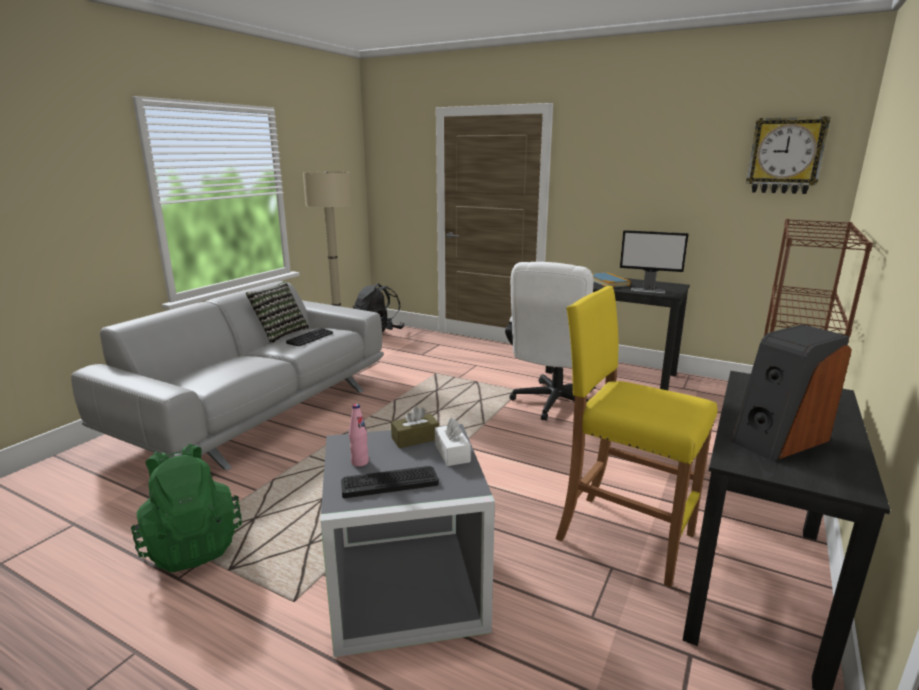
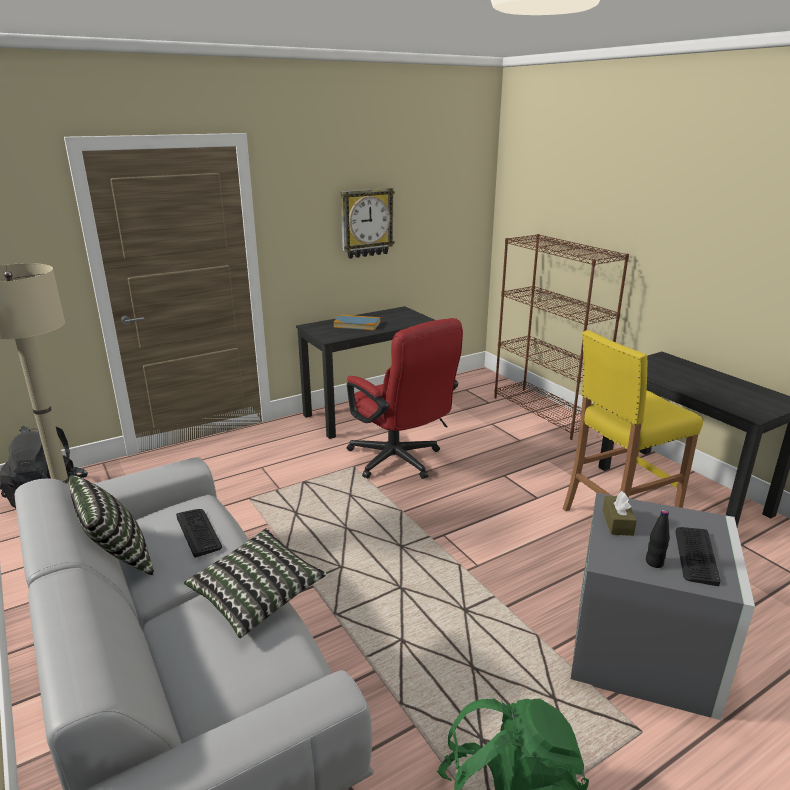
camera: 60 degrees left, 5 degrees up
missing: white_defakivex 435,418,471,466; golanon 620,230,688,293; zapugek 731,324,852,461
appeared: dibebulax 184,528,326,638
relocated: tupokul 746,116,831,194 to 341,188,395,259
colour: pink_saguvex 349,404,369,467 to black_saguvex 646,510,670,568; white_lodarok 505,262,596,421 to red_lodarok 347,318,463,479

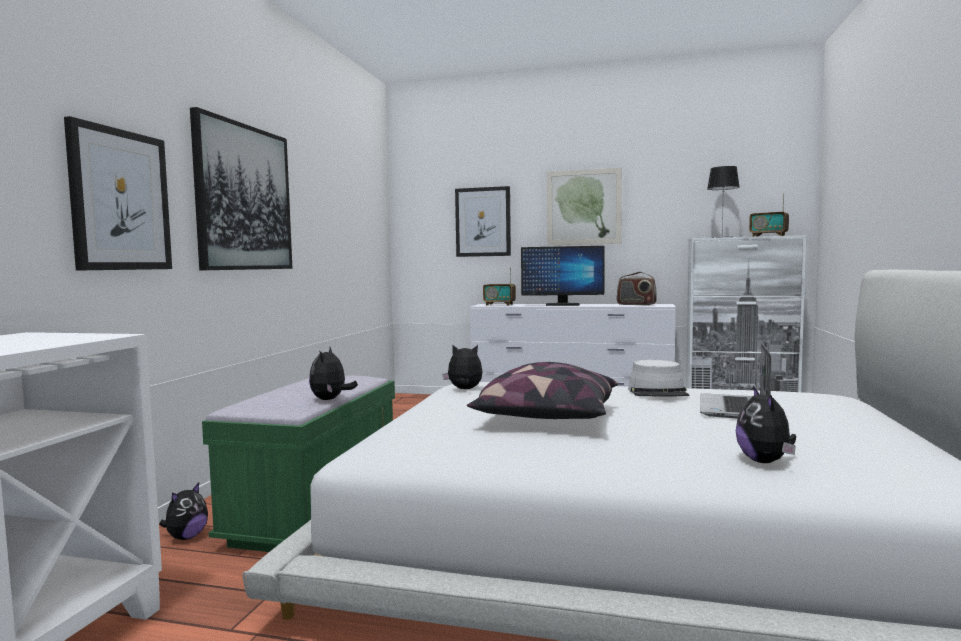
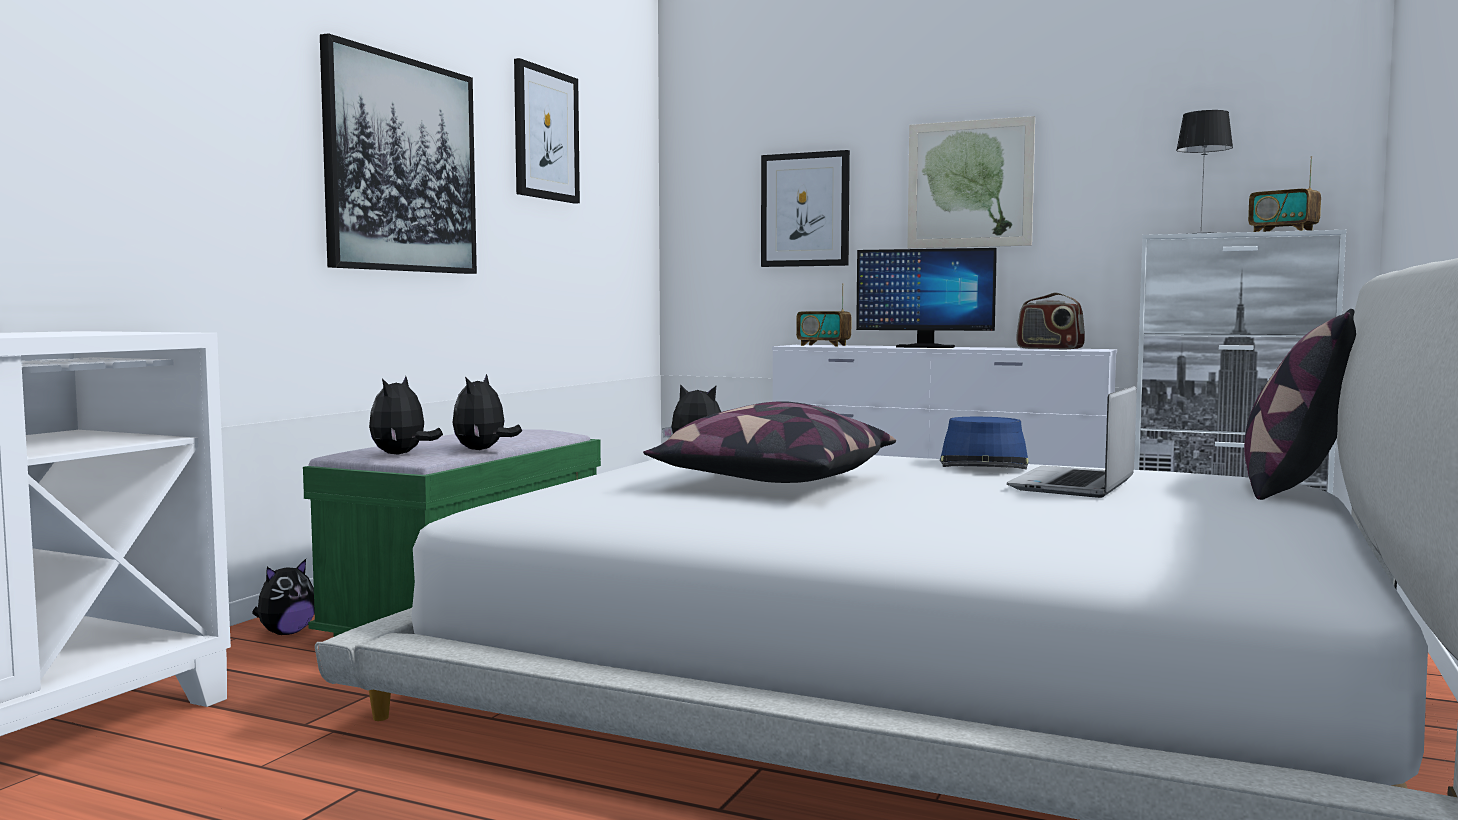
camera: 10 degrees right, 0 degrees up
appeared: dibebulax 1244,309,1356,500
relocated: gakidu 64,116,172,271 to 514,58,580,204; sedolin 736,386,796,463 to 369,376,443,455
colour: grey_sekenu 628,360,690,397 to blue_sekenu 940,417,1029,469

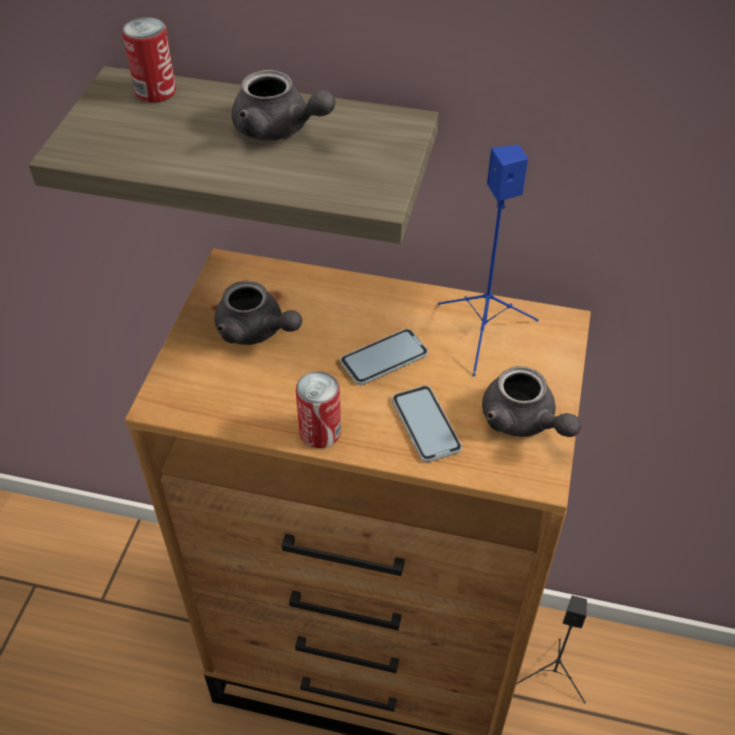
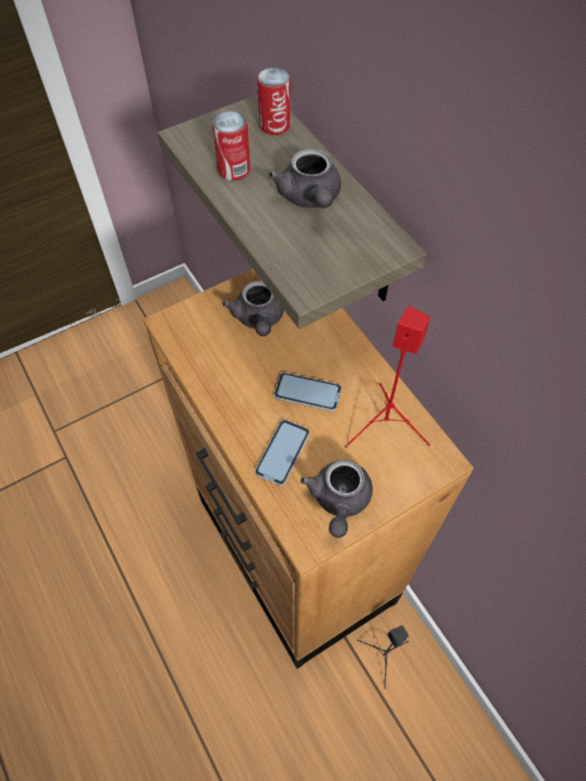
camera: 45 degrees right, 10 degrees up
relocated: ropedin 296,371,341,448 to 212,111,250,181
colour: blue_zapugek 438,145,539,376 to red_zapugek 345,305,430,448

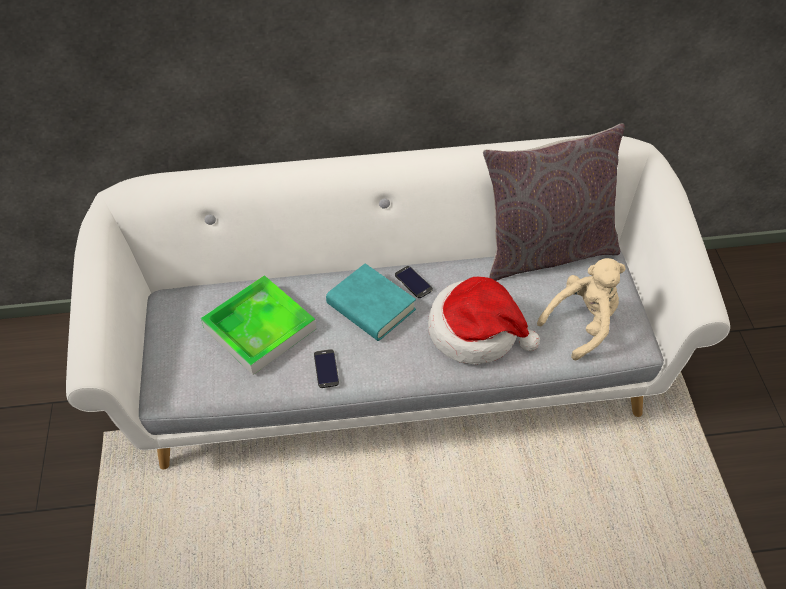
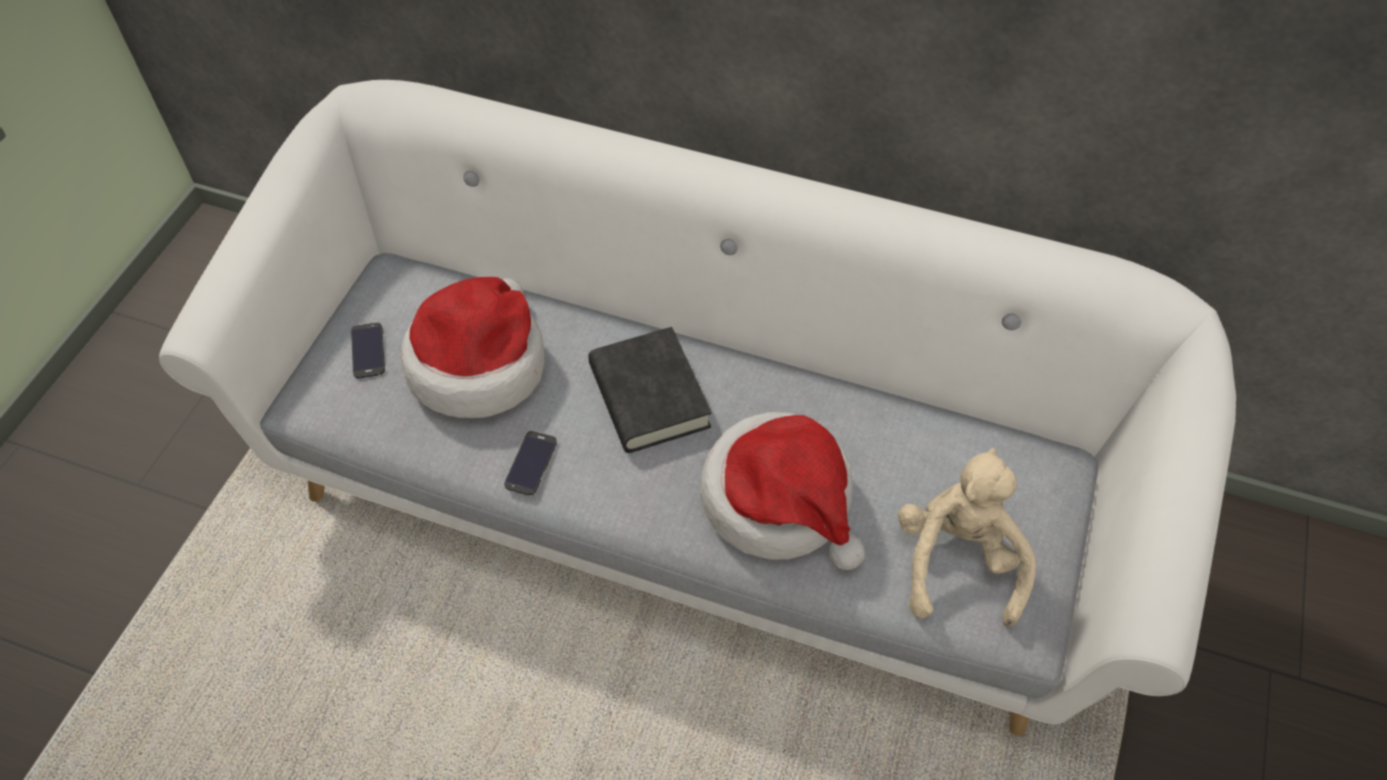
camera: 25 degrees right, 5 degrees up
missing: grey_dibebulax 483,123,625,281
relocated: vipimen 395,266,433,298 to 351,322,385,378
exchanged: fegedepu 201,275,316,375 to sekenu 401,277,545,418
colour: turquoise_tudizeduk 326,263,416,341 to black_tudizeduk 588,327,712,453
spun: beige_sedolin 537,258,626,360 = 898,448,1036,627 75 degrees counterclockwise

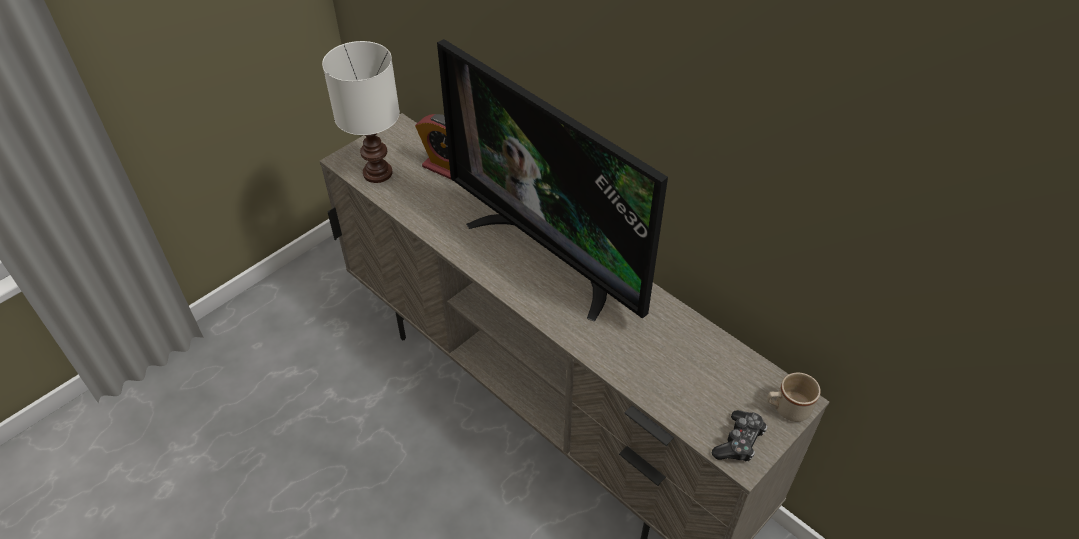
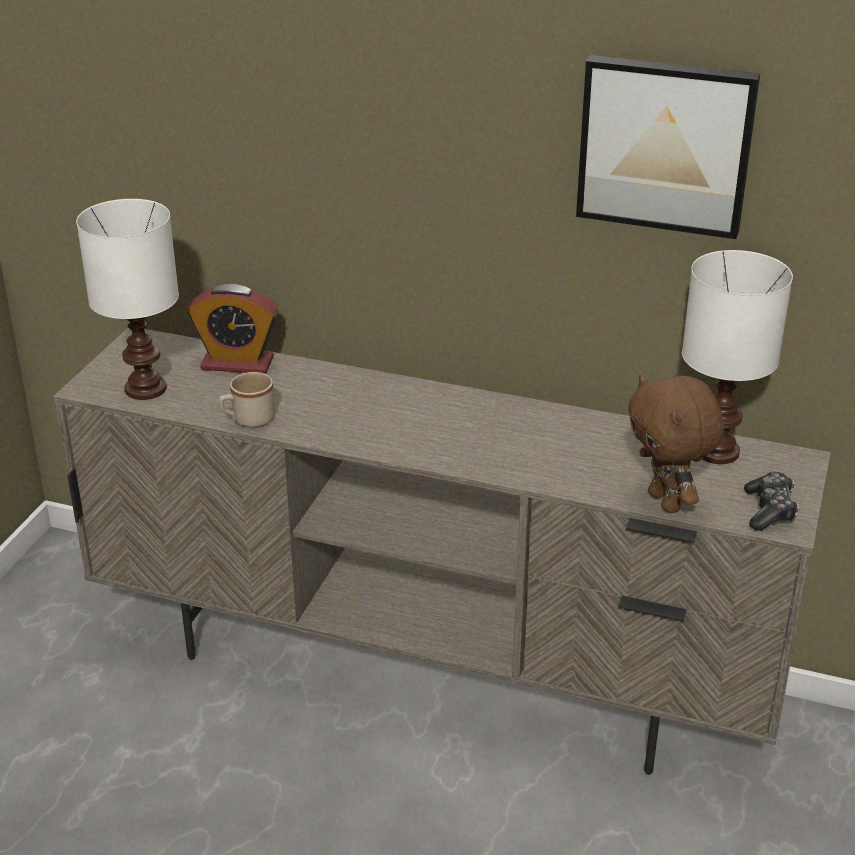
camera: 25 degrees left, 15 degrees down
missing: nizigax 437,39,668,321
appeared: gakidu 576,55,760,239; brown_sedolin 628,375,725,513; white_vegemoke 682,250,793,464
relocated: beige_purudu 767,373,821,422 to 219,372,275,428

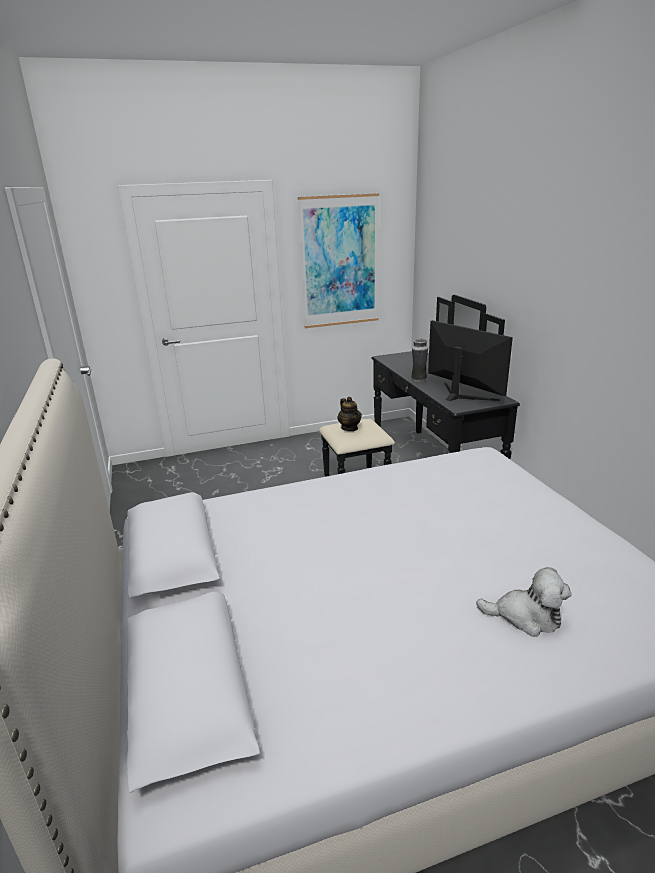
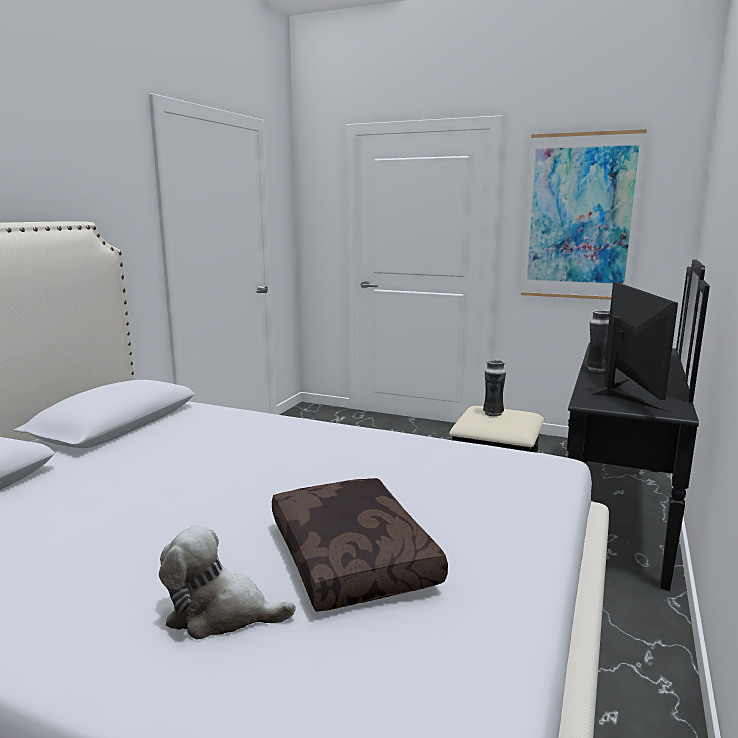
camera: 40 degrees right, 10 degrees down
appeared: brown_dibebulax 272,478,448,612
exchanged: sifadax 337,397,362,431 to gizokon 483,359,506,416
spun: sedolin 476,567,572,637 = 159,526,296,639 135 degrees clockwise

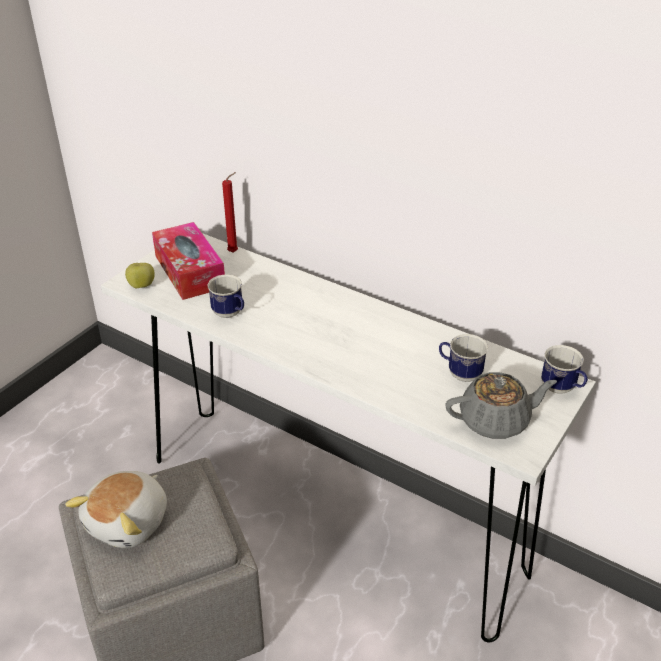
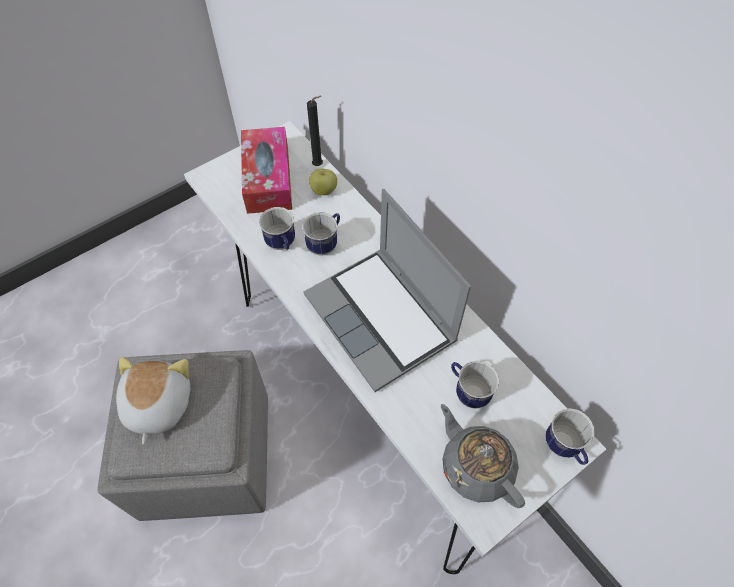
camera: 20 degrees right, 20 degrees up
appeared: purudu 302,212,340,256; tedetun 304,189,471,392
relocated: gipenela 125,263,155,288 to 309,168,337,195
colour: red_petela 222,172,238,253 to black_petela 307,96,323,166
spun: sedolin 65,471,167,548 = 116,357,190,445 135 degrees clockwise; grey_sifadax 446,372,557,439 = 441,404,525,508 135 degrees counterclockwise

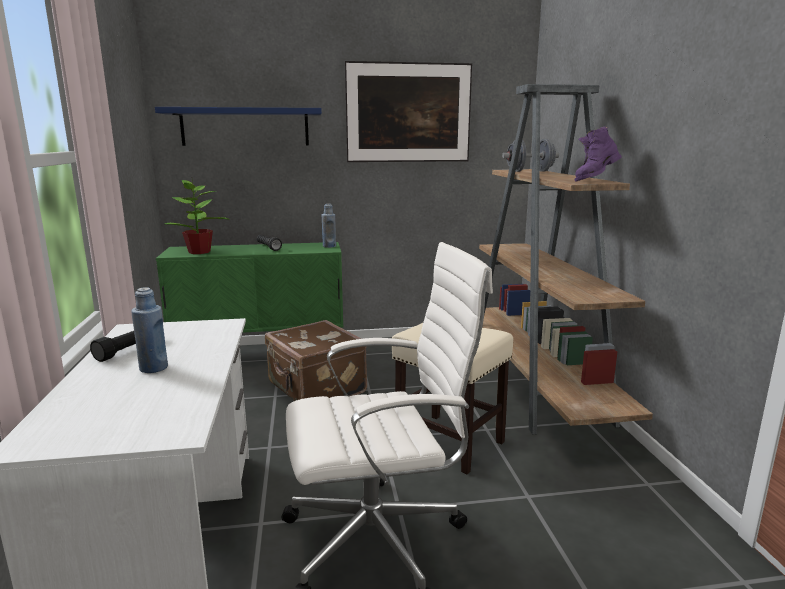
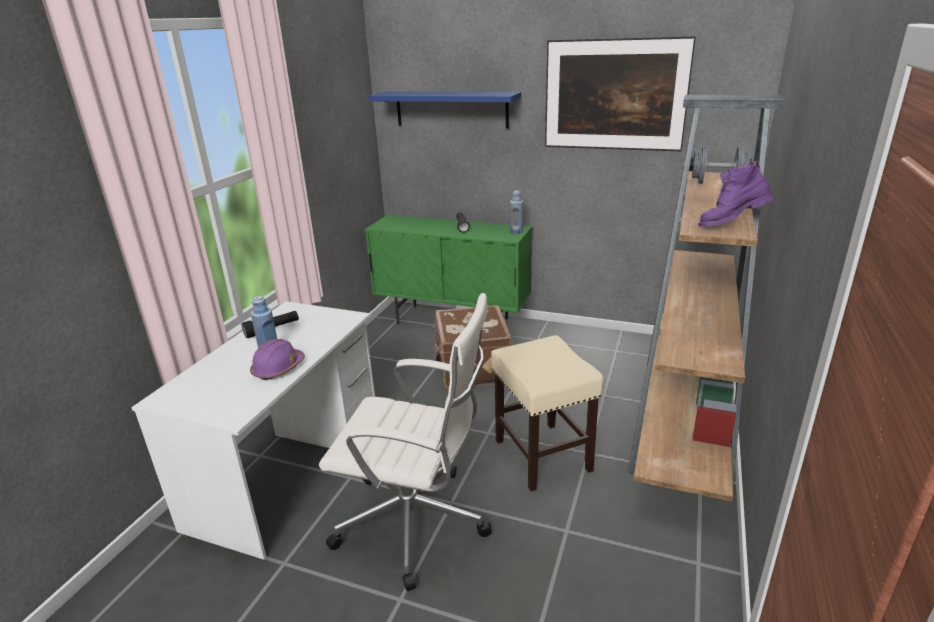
camera: 30 degrees right, 10 degrees up
missing: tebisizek 165,180,228,254
appeared: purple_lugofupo 250,339,305,380

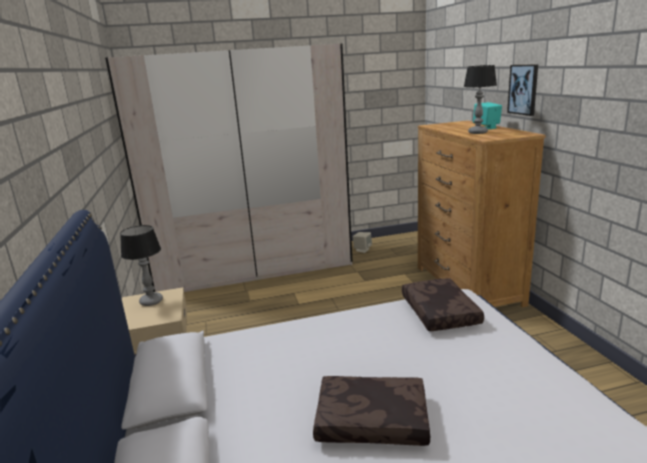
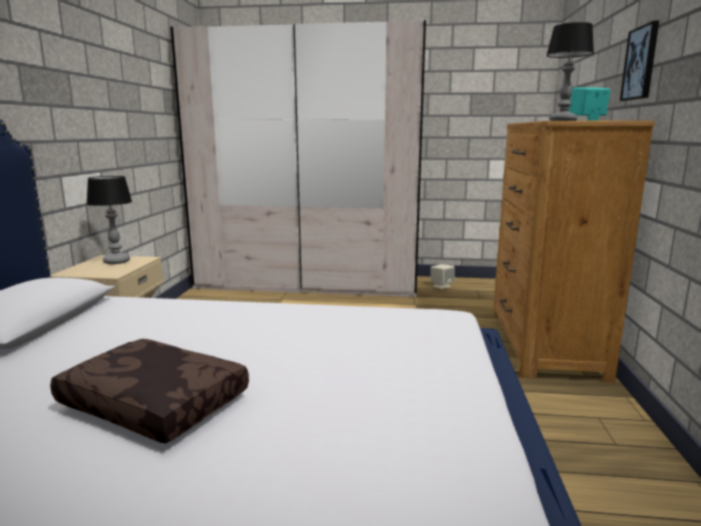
camera: 20 degrees right, 5 degrees down
missing: brown_dibebulax 402,278,484,331

